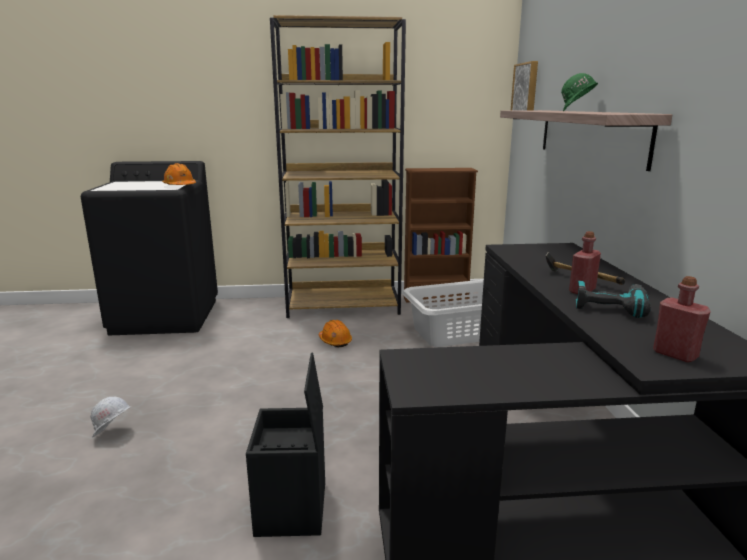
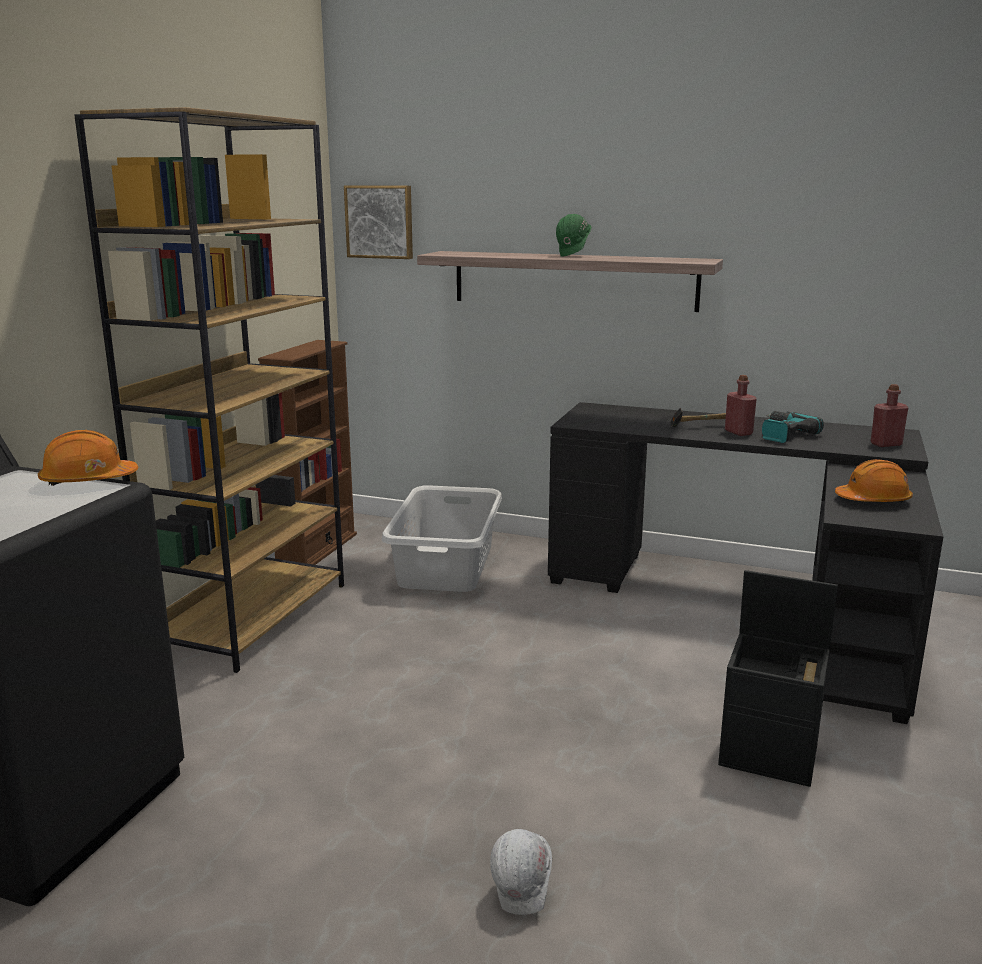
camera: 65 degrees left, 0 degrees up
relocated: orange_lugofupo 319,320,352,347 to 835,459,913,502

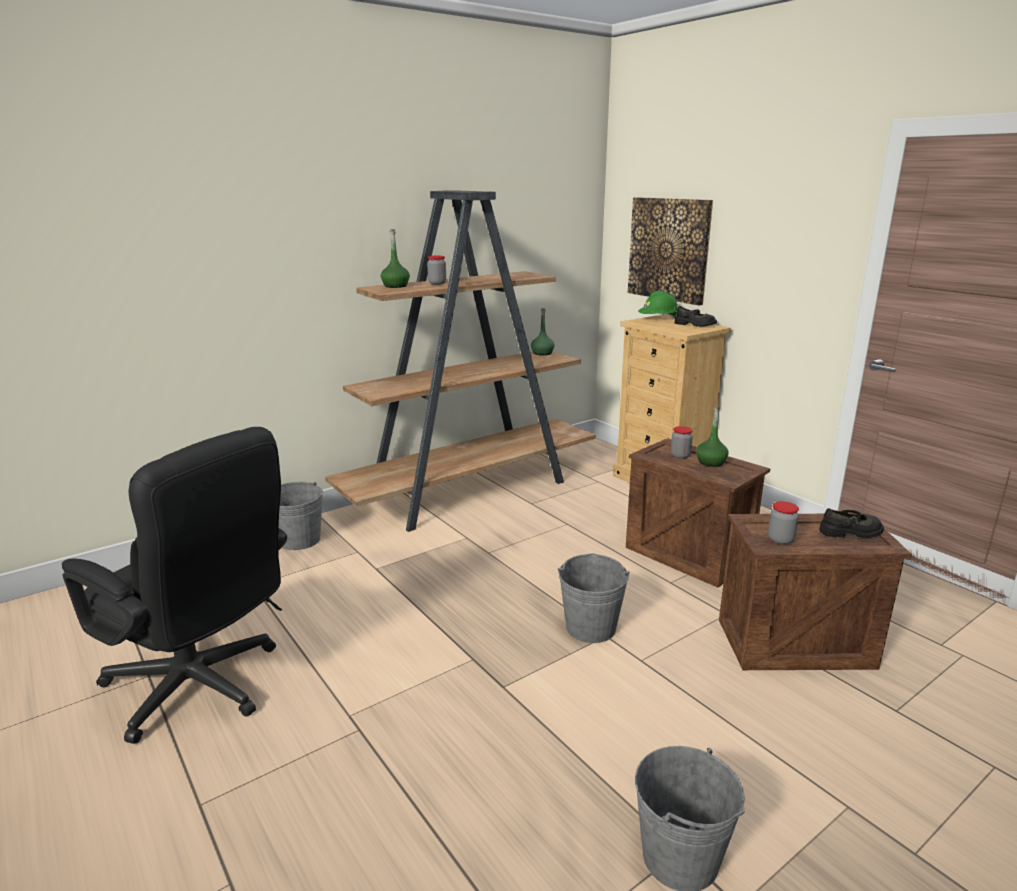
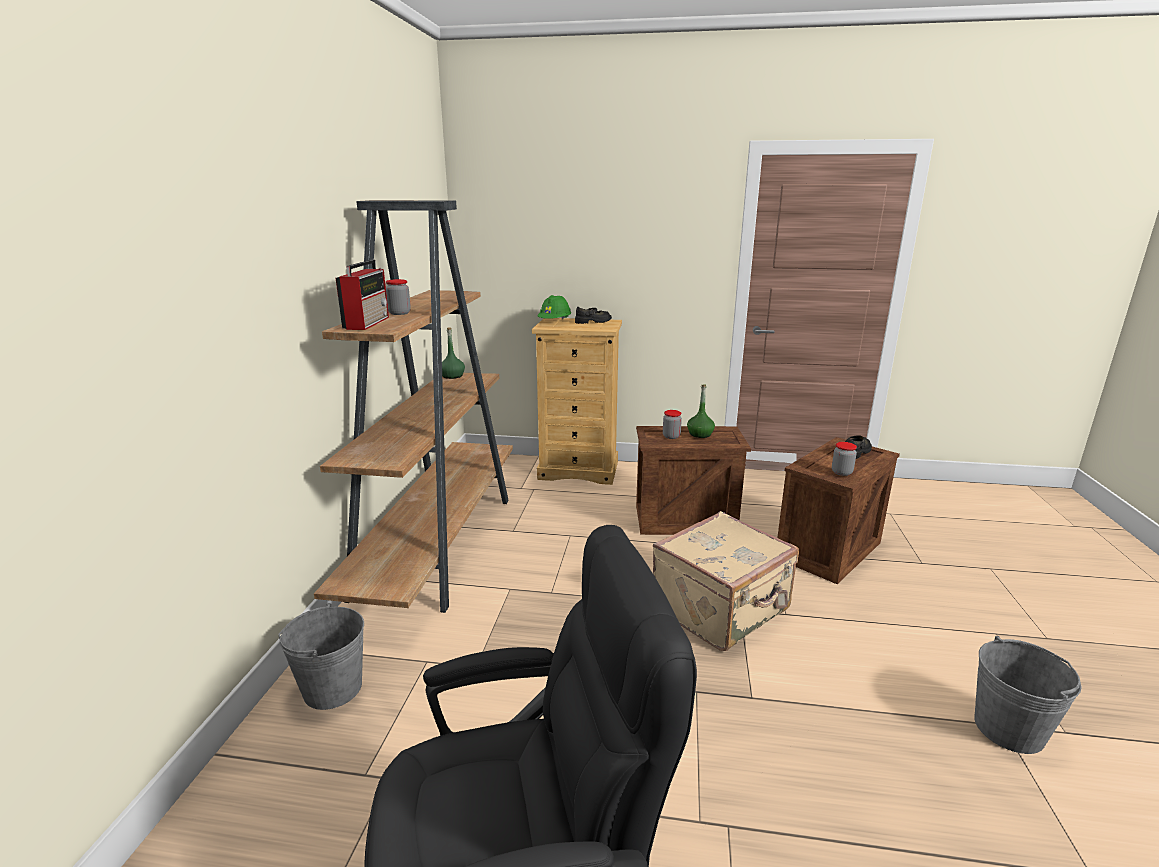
camera: 45 degrees left, 0 degrees up
missing: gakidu 628,197,713,305
exchanged: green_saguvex 381,229,410,288 to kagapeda 336,259,389,330; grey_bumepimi 558,553,630,643 to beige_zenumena 653,511,799,651

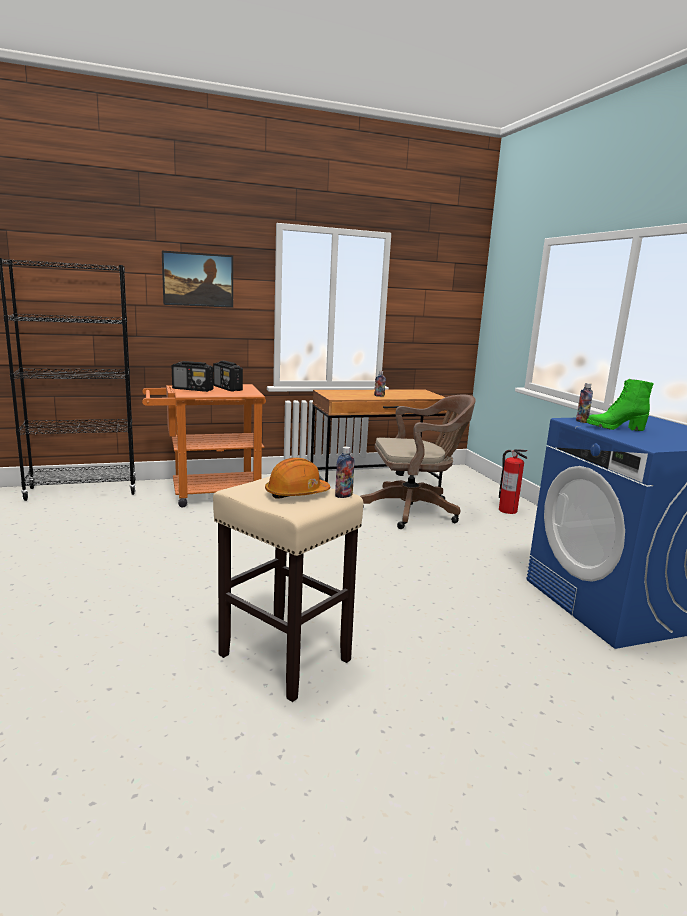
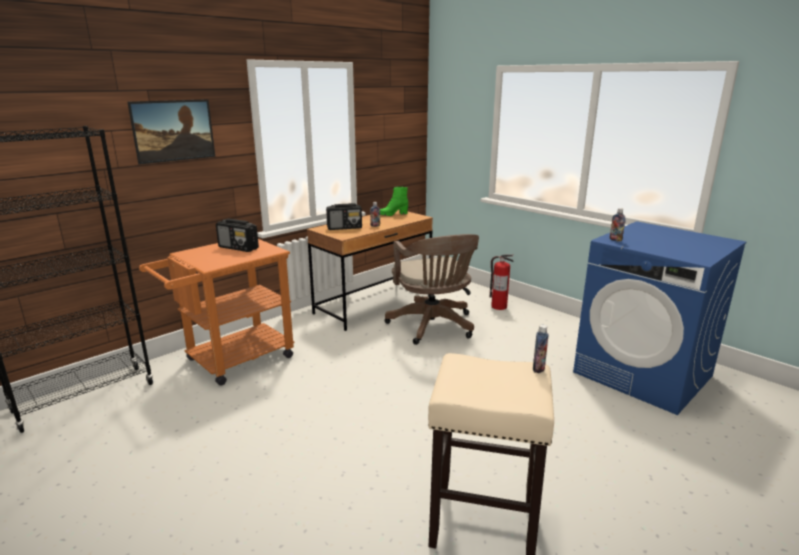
camera: 25 degrees left, 5 degrees up
missing: orange_lugofupo 265,458,330,499
relocated: kagapeda 172,361,213,392 to 326,203,362,230; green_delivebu 587,379,654,431 to 380,187,408,216
spun: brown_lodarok 360,394,476,529 = 385,234,479,345 105 degrees clockwise

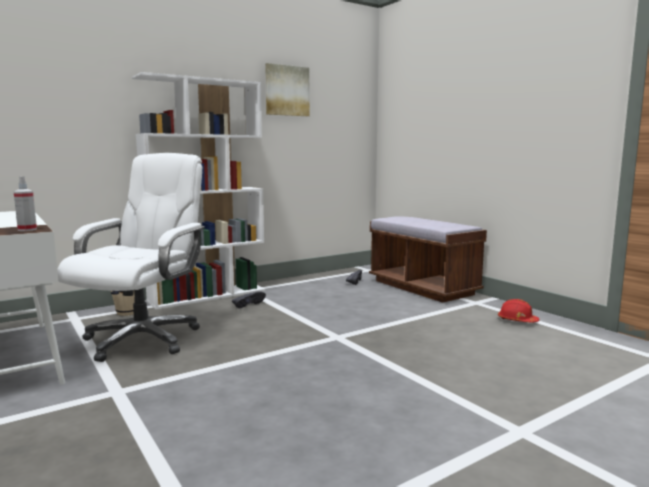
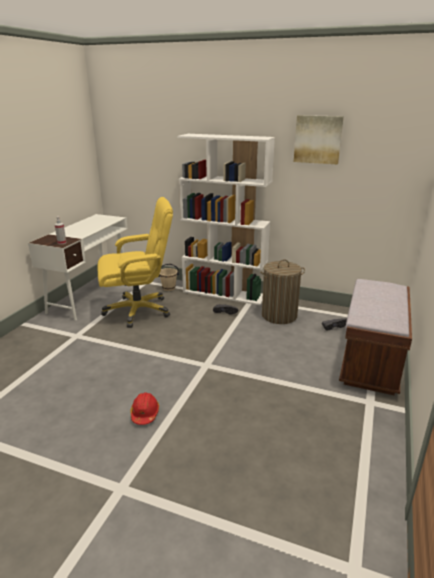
camera: 55 degrees right, 15 degrees up
appeared: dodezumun 260,259,305,324
relocated: red_lugofupo 498,299,539,322 to 130,392,159,425
colour: white_lodarok 57,153,205,362 to yellow_lodarok 97,197,173,328

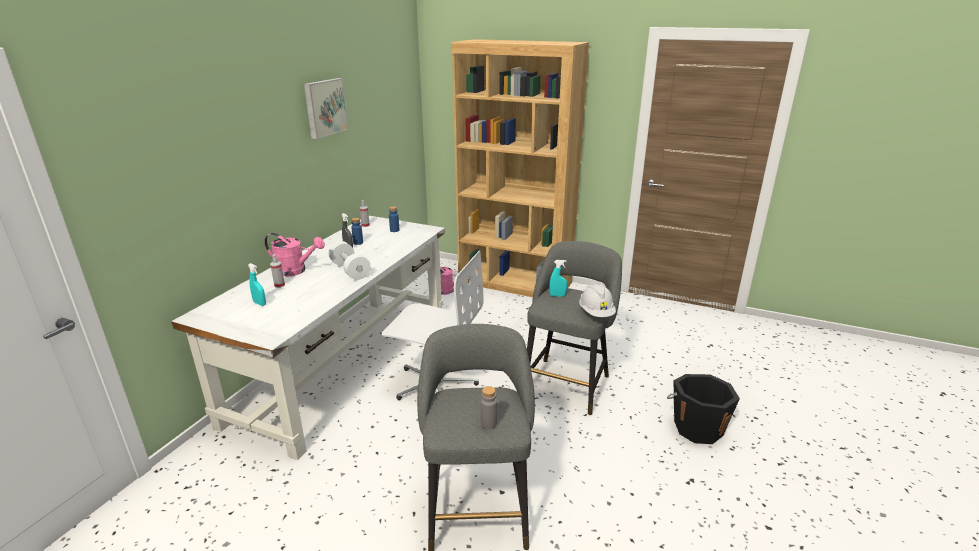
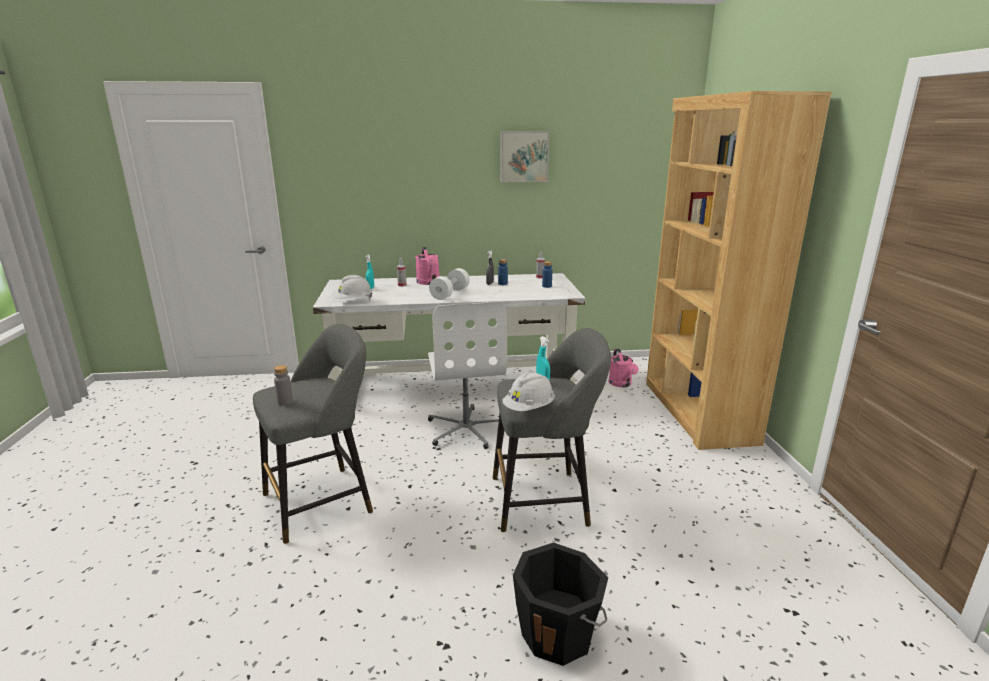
camera: 60 degrees right, 5 degrees down
appeared: white_lugofupo 333,275,373,299

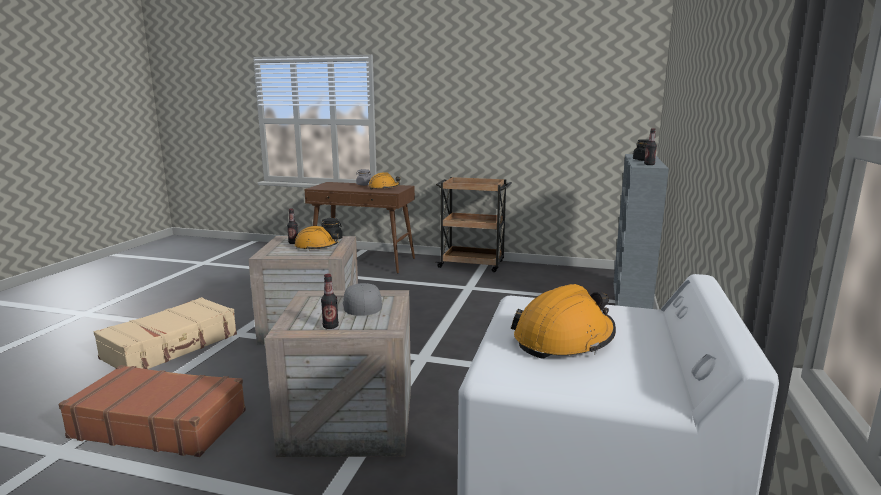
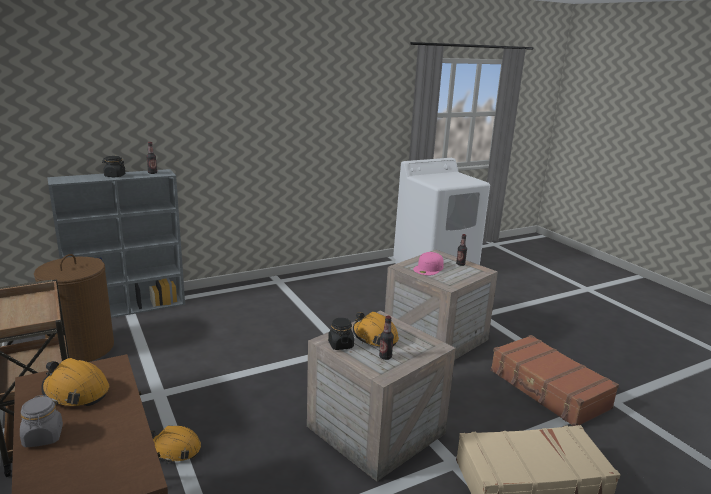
camera: 135 degrees left, 5 degrees up
appeared: brown_dodezumun 34,254,114,362
relocated: orange_lugofupo 511,284,616,359 to 151,425,201,463
colour: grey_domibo 343,283,382,316 to pink_domibo 413,252,444,275

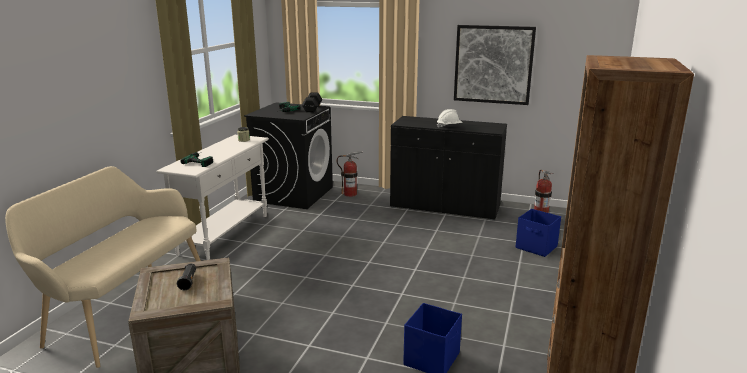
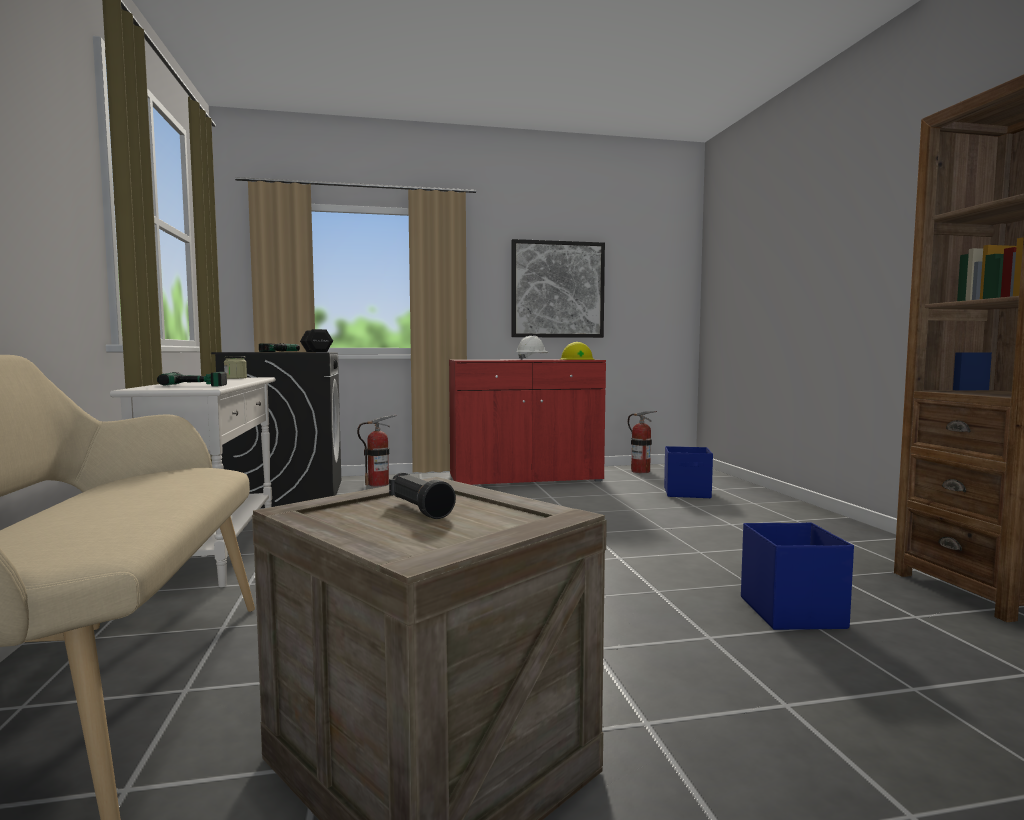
camera: 30 degrees left, 15 degrees down
appeared: yellow_lugofupo 560,342,594,360
colour: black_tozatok 390,116,507,221 to red_tozatok 449,359,606,485

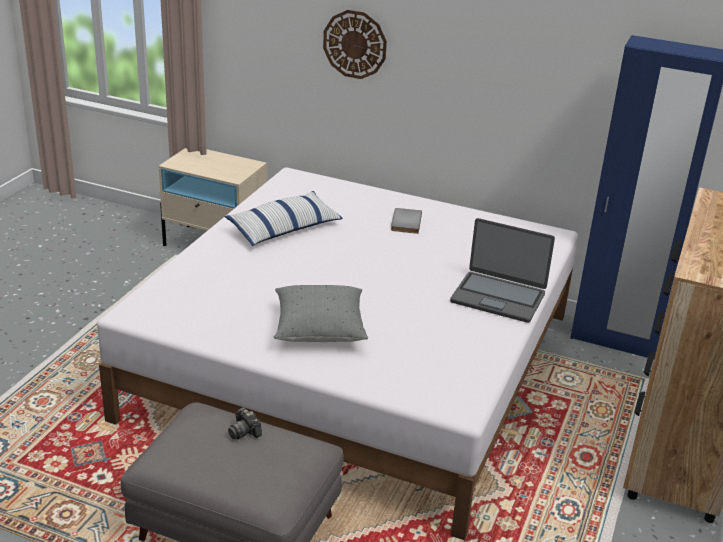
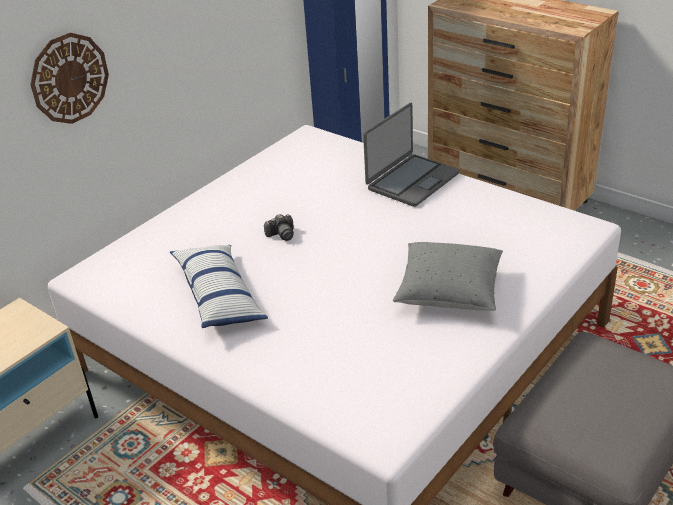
camera: 70 degrees left, 5 degrees up
missing: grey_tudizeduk 391,208,422,234
relocated: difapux 228,407,262,439 to 264,214,294,241

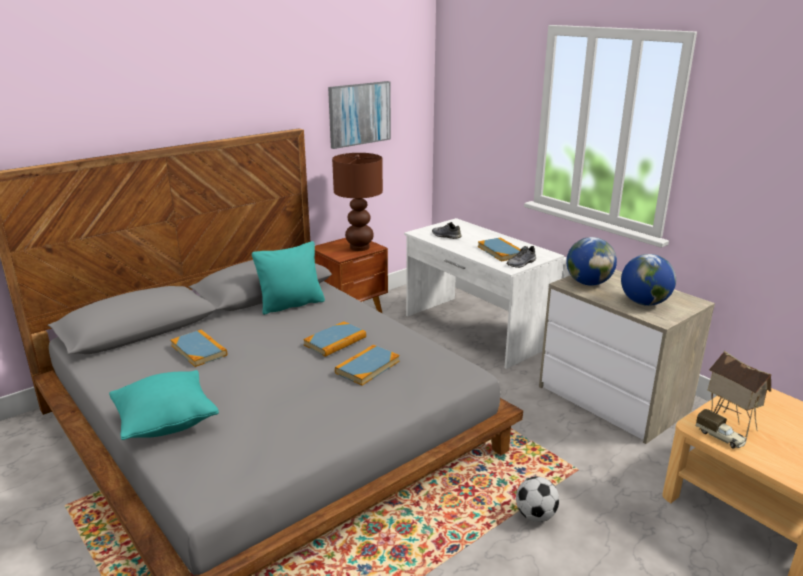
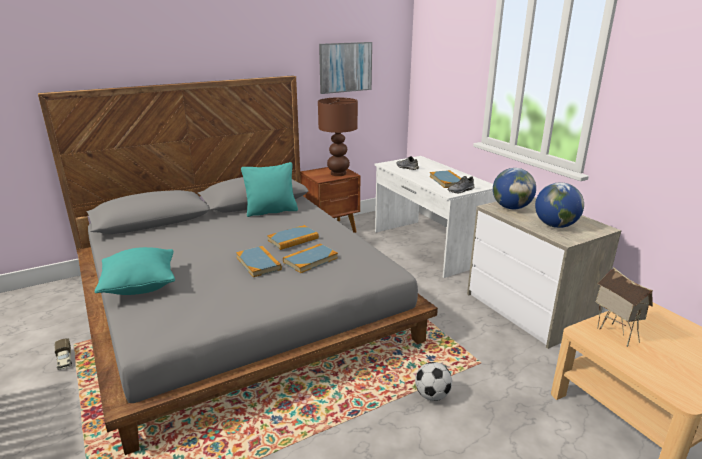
camera: 10 degrees right, 0 degrees up
relocated: tudizeduk 170,330,227,367 to 236,246,282,277; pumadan 696,409,747,449 to 55,338,72,370

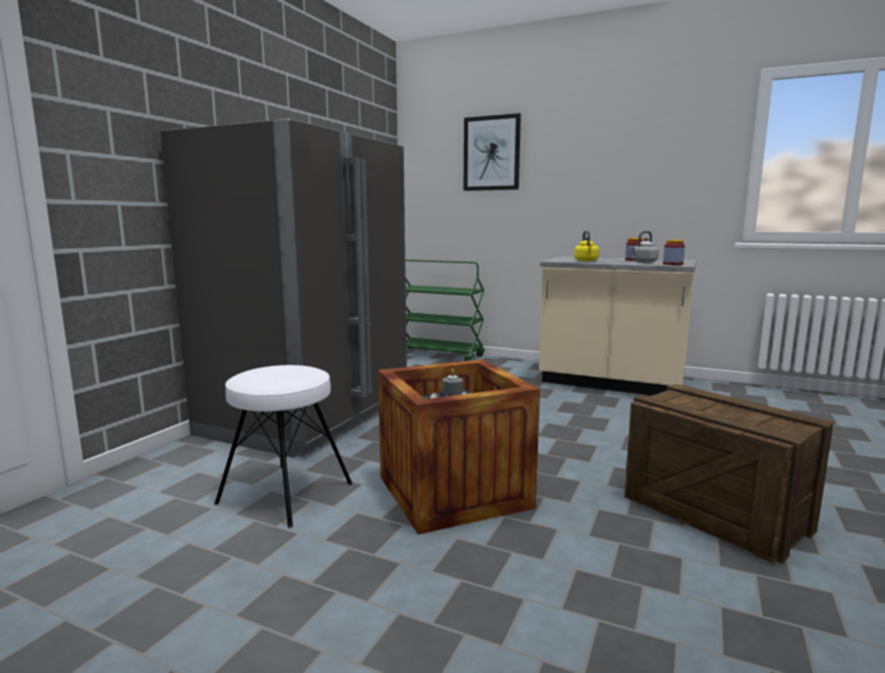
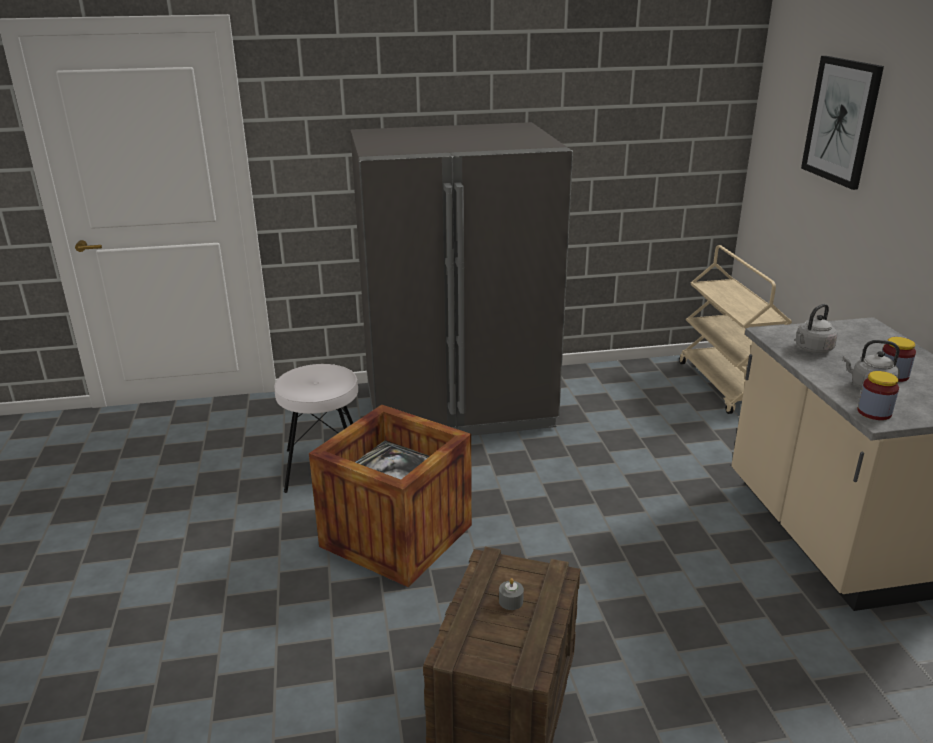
camera: 55 degrees right, 15 degrees up
relocated: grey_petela 442,369,463,396 to 499,578,524,610
colour: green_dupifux 405,260,485,361 to beige_dupifux 679,245,792,414; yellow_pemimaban 574,231,599,261 to grey_pemimaban 795,304,838,353

